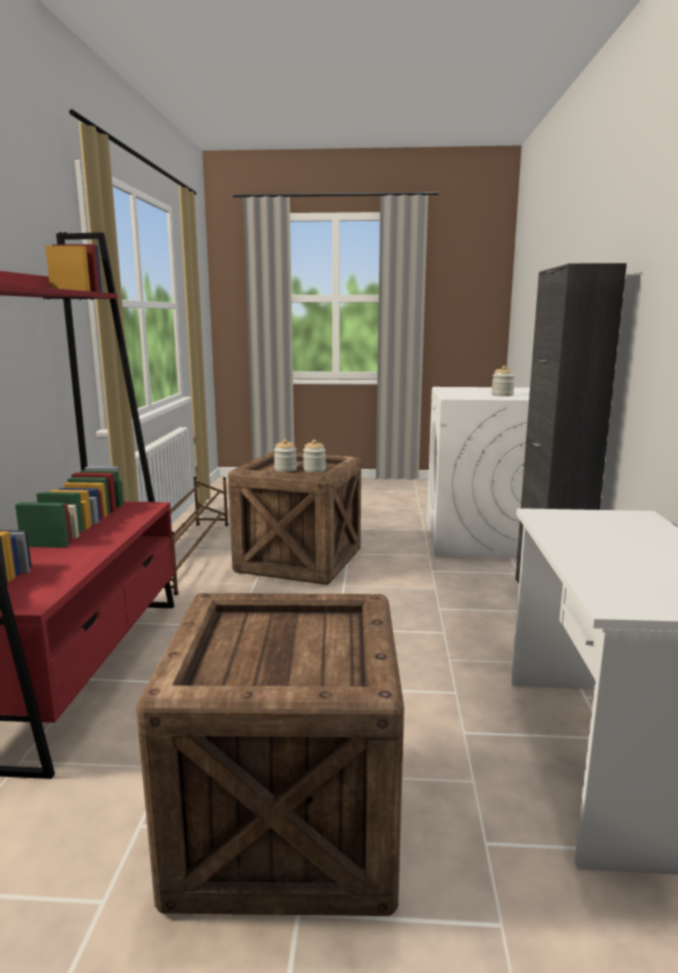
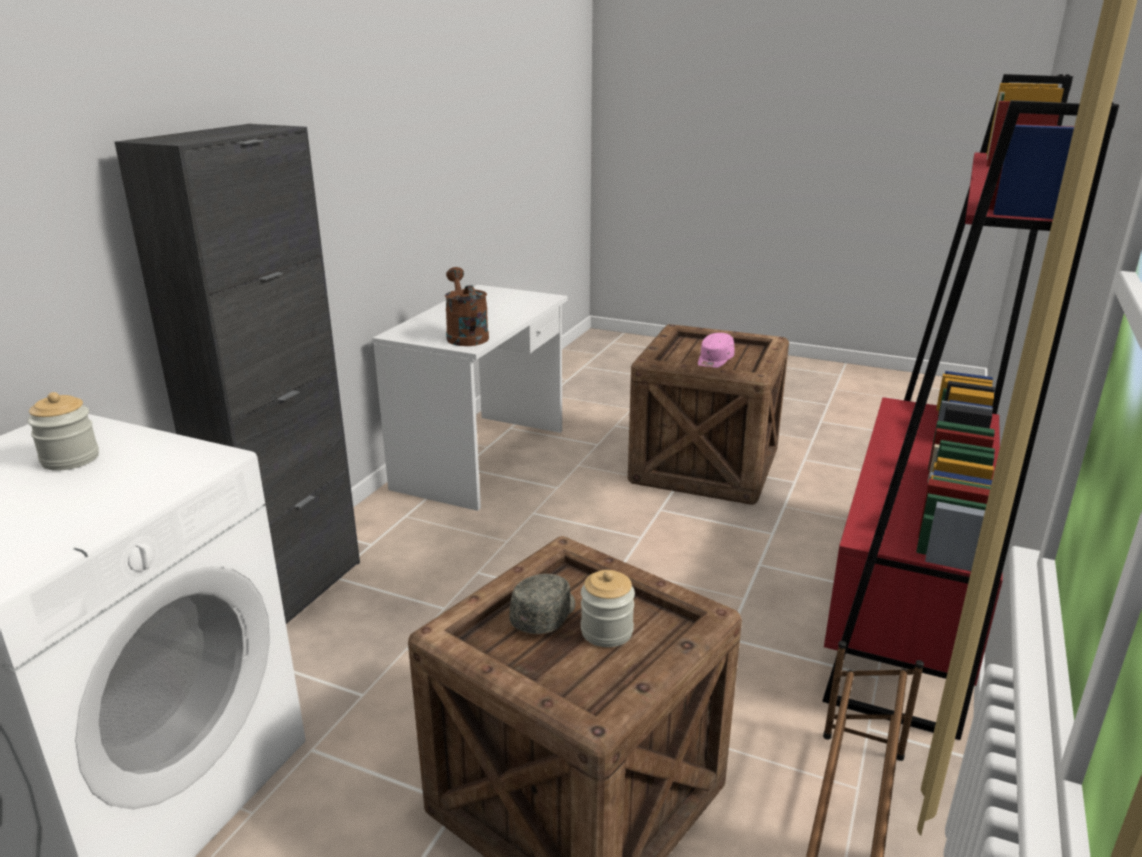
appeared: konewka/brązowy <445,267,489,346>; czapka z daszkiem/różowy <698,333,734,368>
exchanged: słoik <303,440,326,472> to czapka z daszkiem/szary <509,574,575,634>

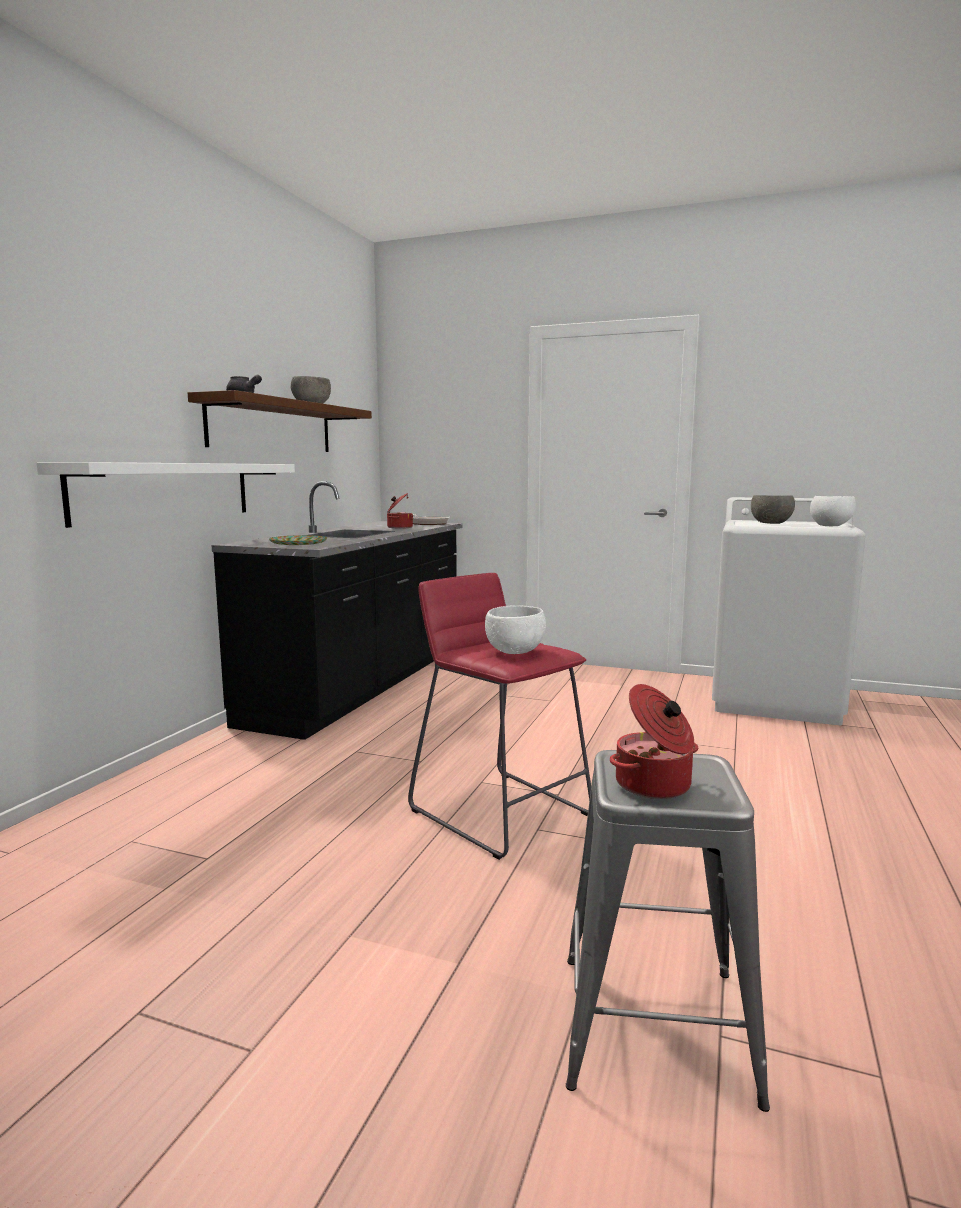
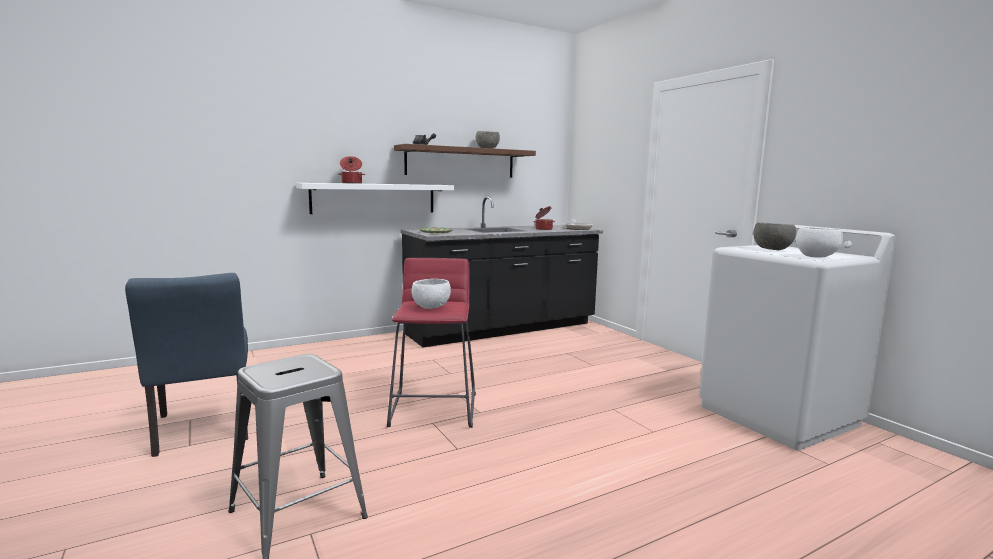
appeared: krzesło/niebieski <125,273,248,457>
relocated: garnek <610,684,699,799> to <338,156,365,184>

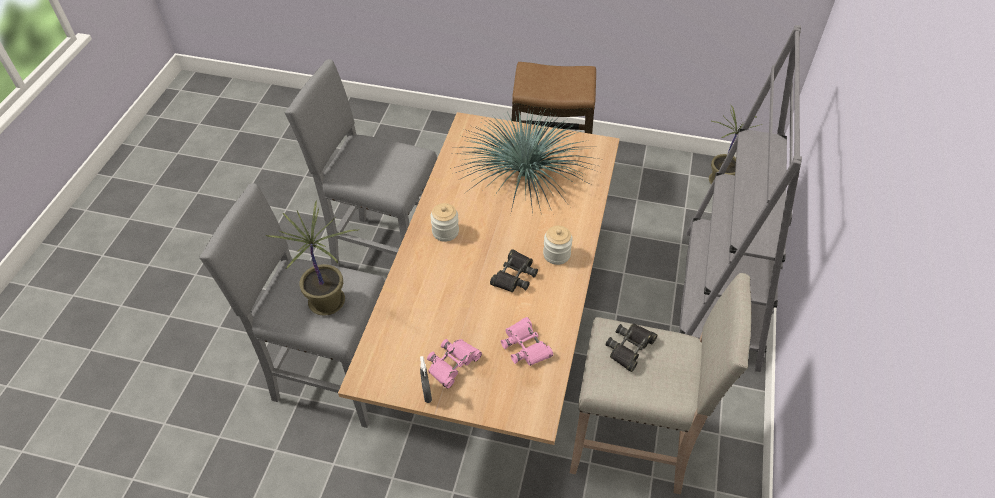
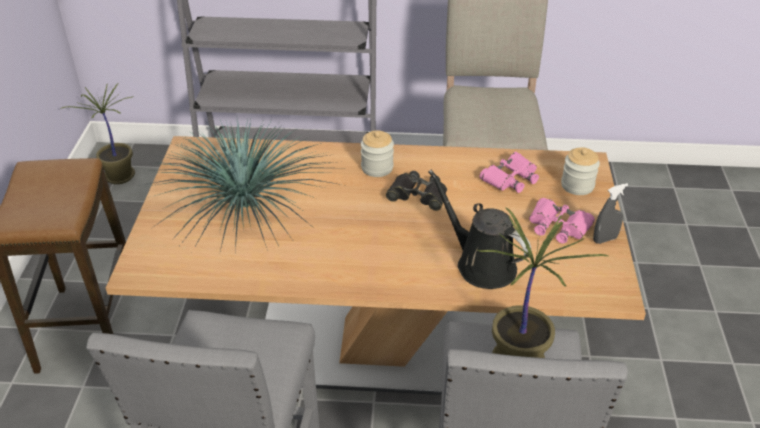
missing: lornetka/czarny <605,323,657,372>
appeared: konewka/czarny <428,170,531,289>
relocated: słoik <430,203,459,242> to <561,147,600,195>

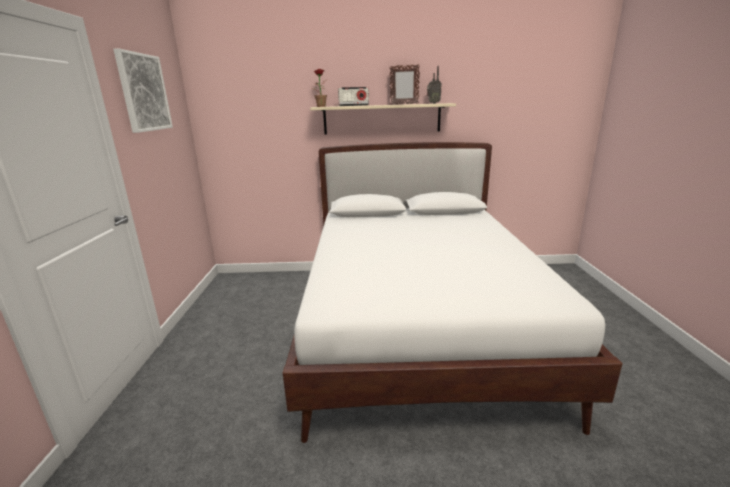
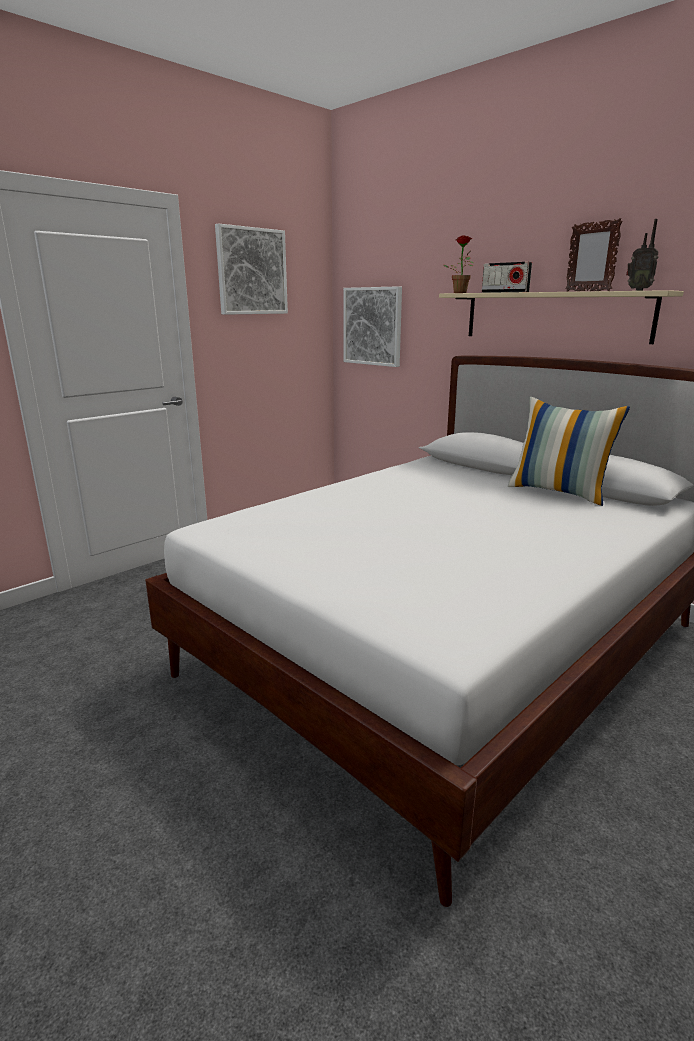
appeared: obraz <343,286,402,367>; poduszka <508,397,630,506>

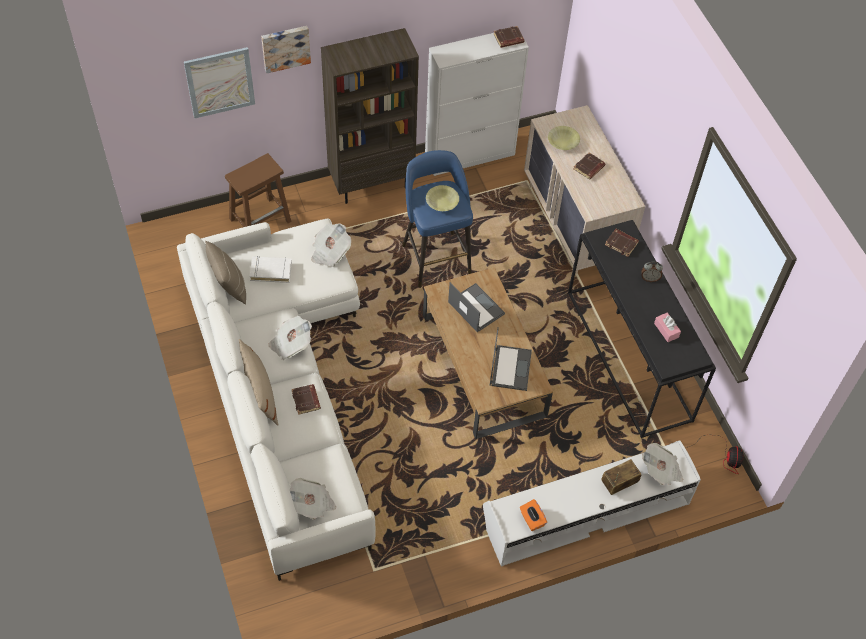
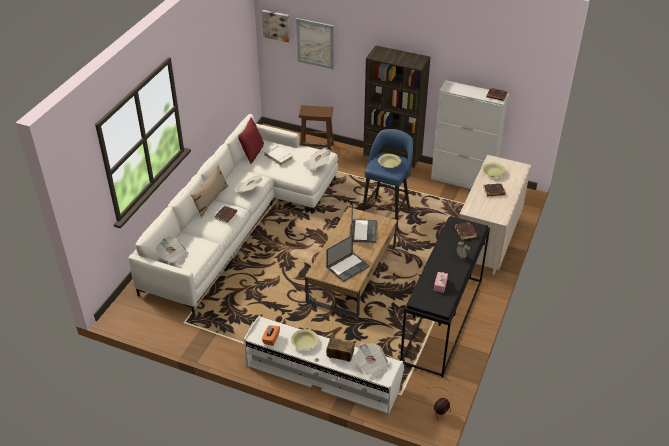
appeared: miska/żółty <291,329,318,350>
relocated: obraz <261,26,311,74> to <262,10,290,42>
colour: poduszka/beżowy <205,240,246,305> to poduszka/czerwony <238,118,264,164>

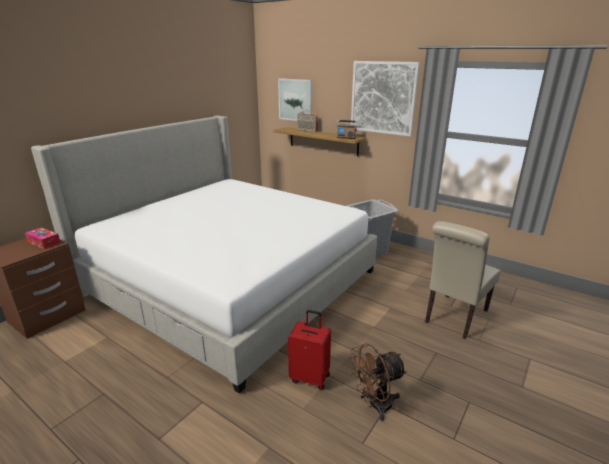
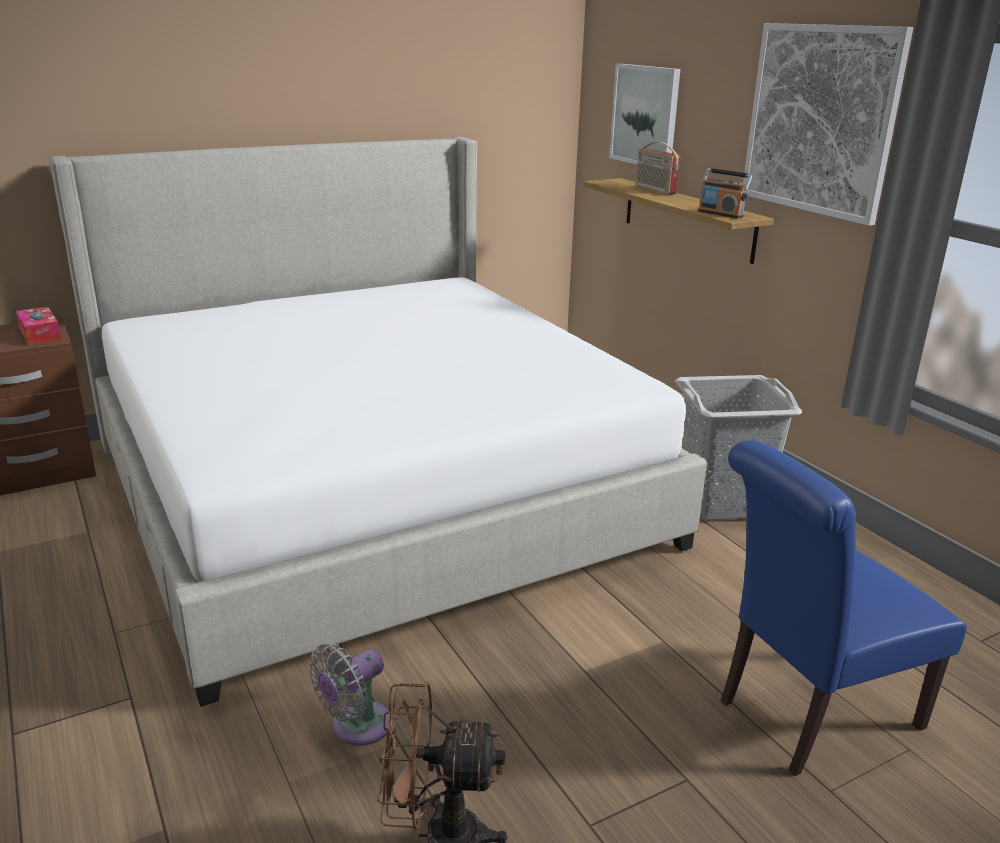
exchanged: walizka/czerwony <288,310,331,390> to wentylator/szary <309,643,392,746>
colour: krzesło/beżowy <425,221,501,339> to krzesło/niebieski <721,440,967,776>

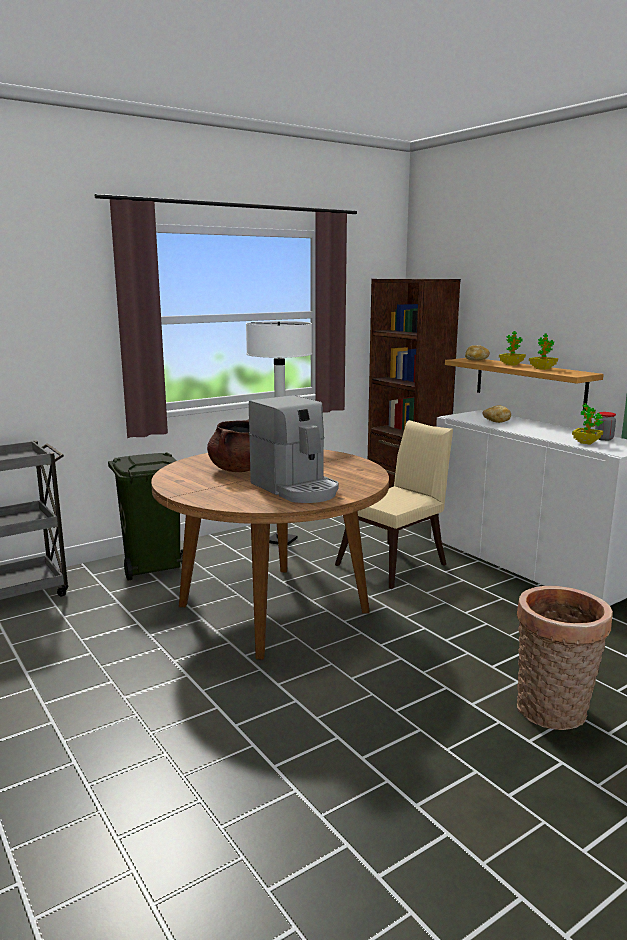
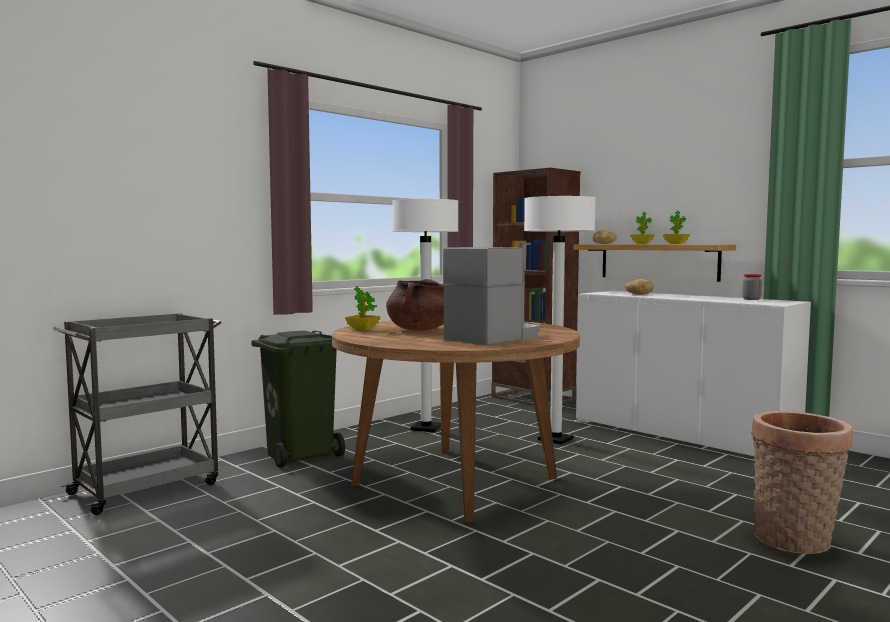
relocated: roślina doniczkowa <572,403,603,445> to <345,286,380,331>
exchanged: krzesło/beżowy <335,420,453,589> to lampa stojąca/biały <524,196,596,445>
spun: ekspres do kawy <249,395,339,503> = <443,247,540,345> 90 degrees counterclockwise

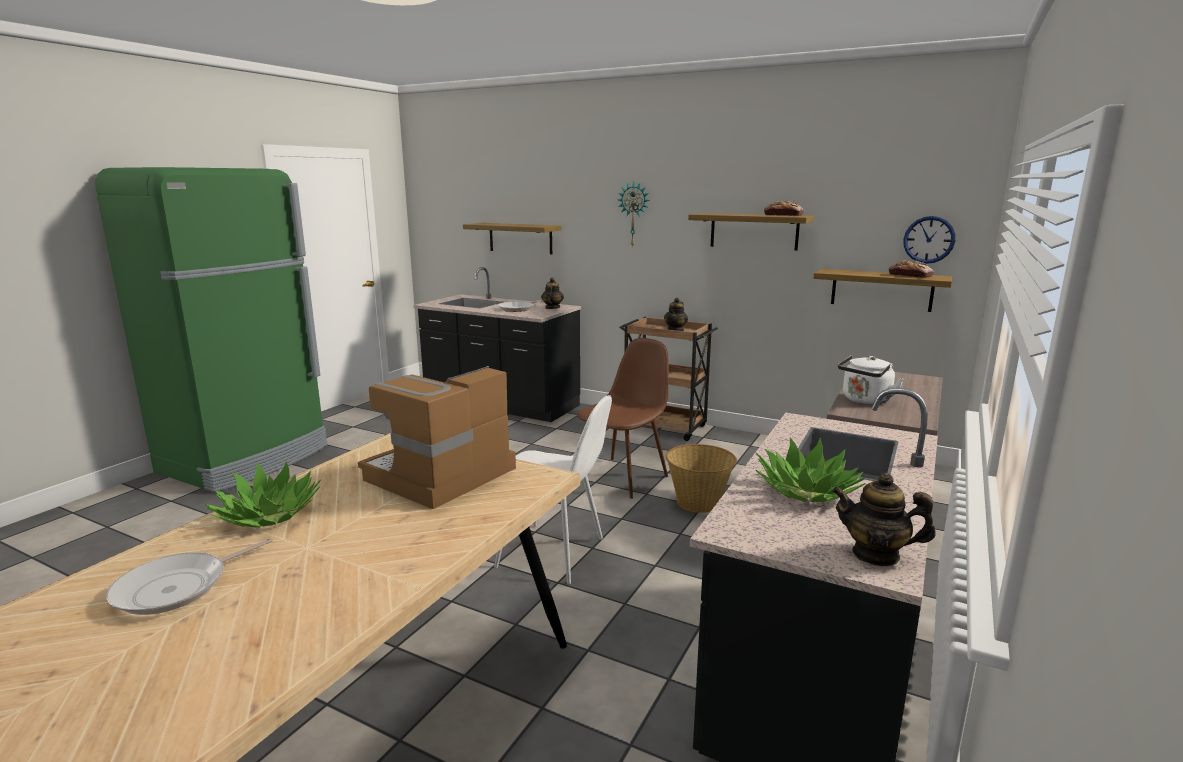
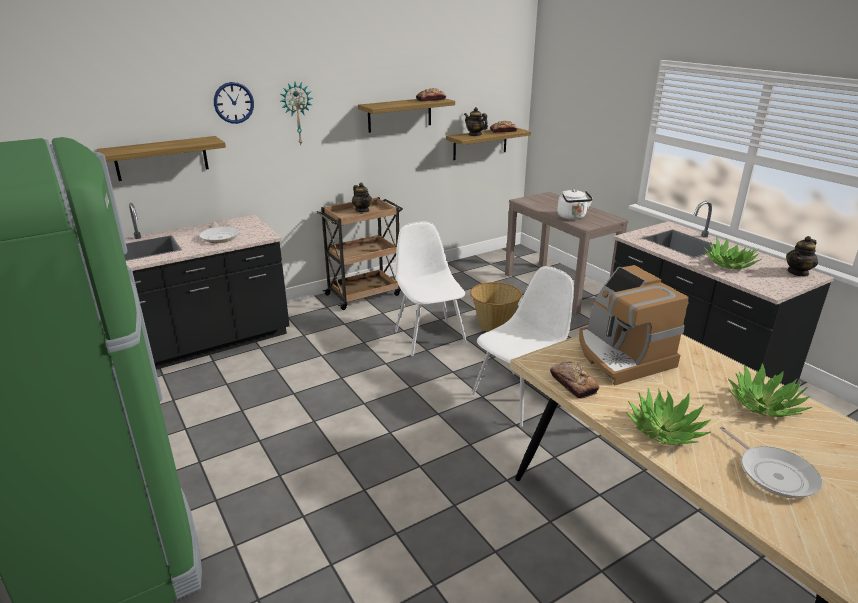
appeared: chleb <550,361,599,399>; roślina doniczkowa <728,363,812,417>
relocated: imbryk <541,278,564,309> to <464,107,488,136>; zegar ścienny <903,216,955,264> to <214,82,254,124>
colour: krzesło/brązowy <577,338,669,499> to krzesło/biały <395,221,468,356>

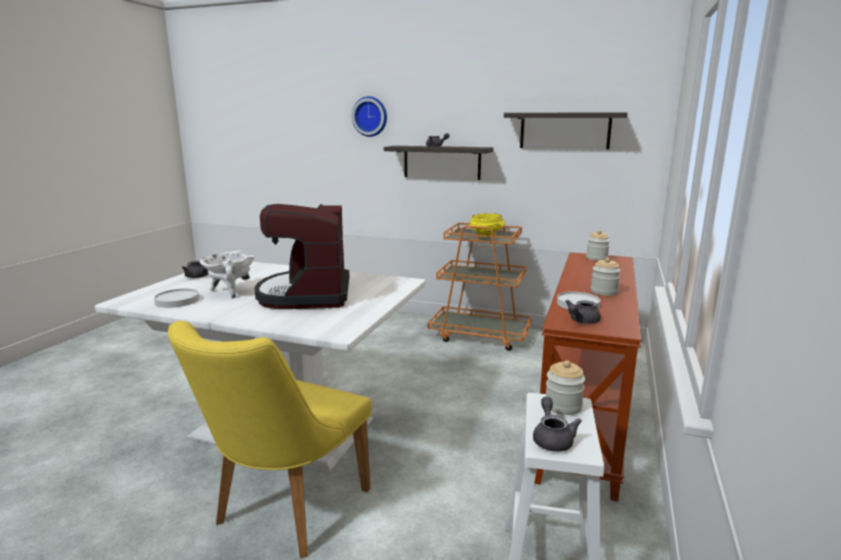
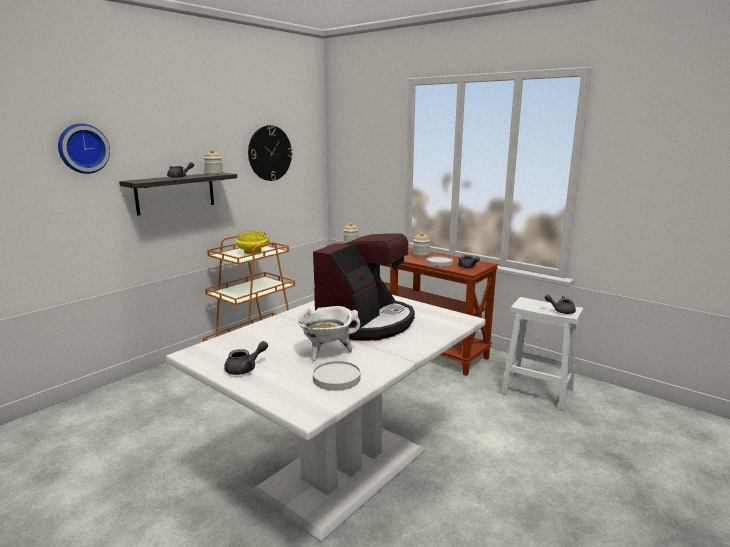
missing: krzesło/żółty <168,321,372,559>
relocated: słoik <545,360,585,415> to <204,150,223,175>
exchanged: półka <504,112,627,149> to zegar ścienny <248,125,293,181>
spun: ekspres do kawy <254,204,350,309> = <313,234,415,341> 75 degrees counterclockwise

